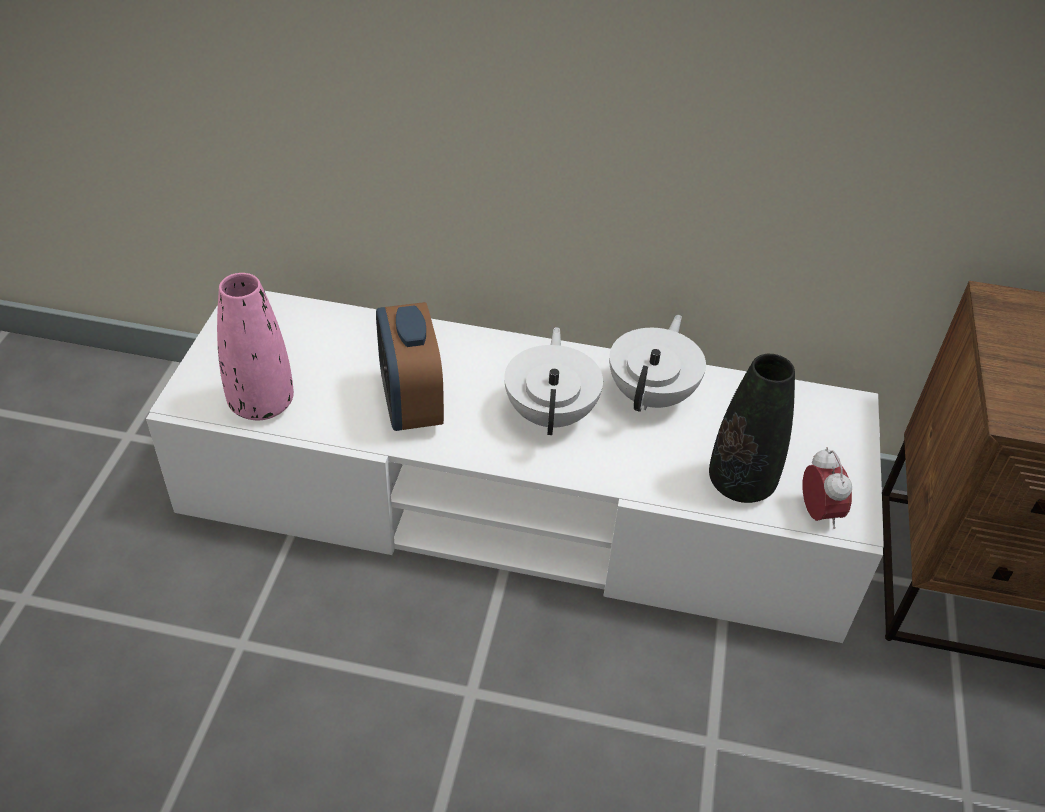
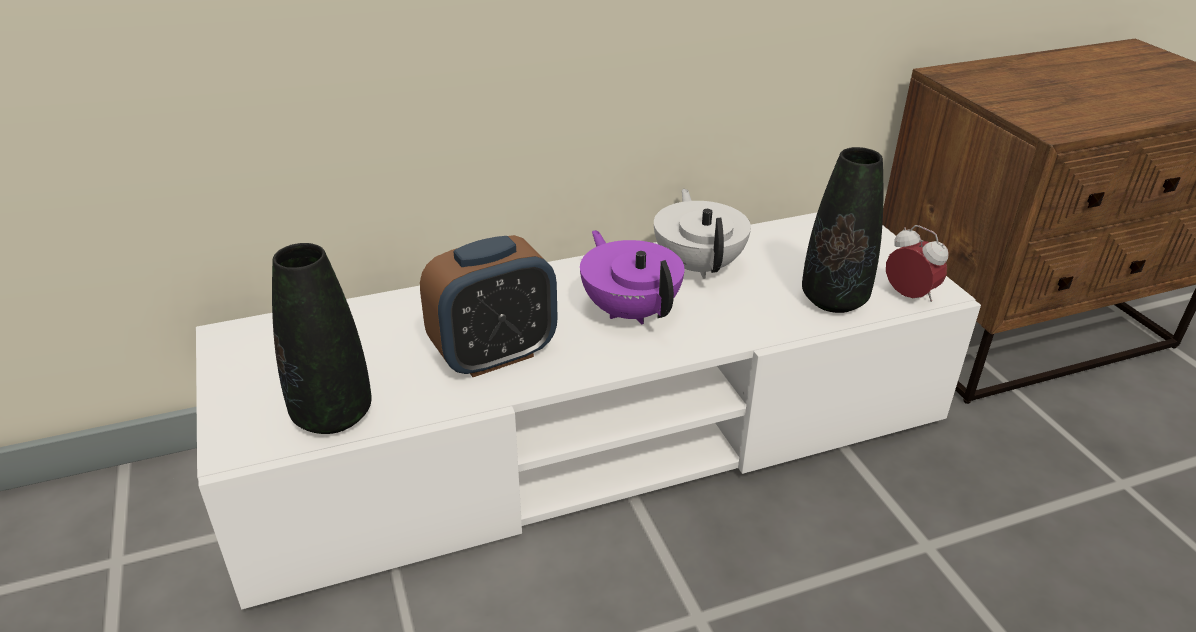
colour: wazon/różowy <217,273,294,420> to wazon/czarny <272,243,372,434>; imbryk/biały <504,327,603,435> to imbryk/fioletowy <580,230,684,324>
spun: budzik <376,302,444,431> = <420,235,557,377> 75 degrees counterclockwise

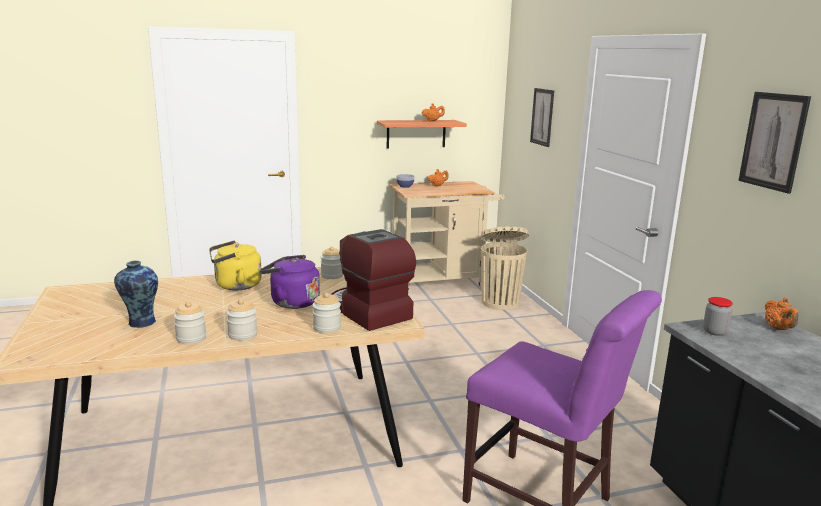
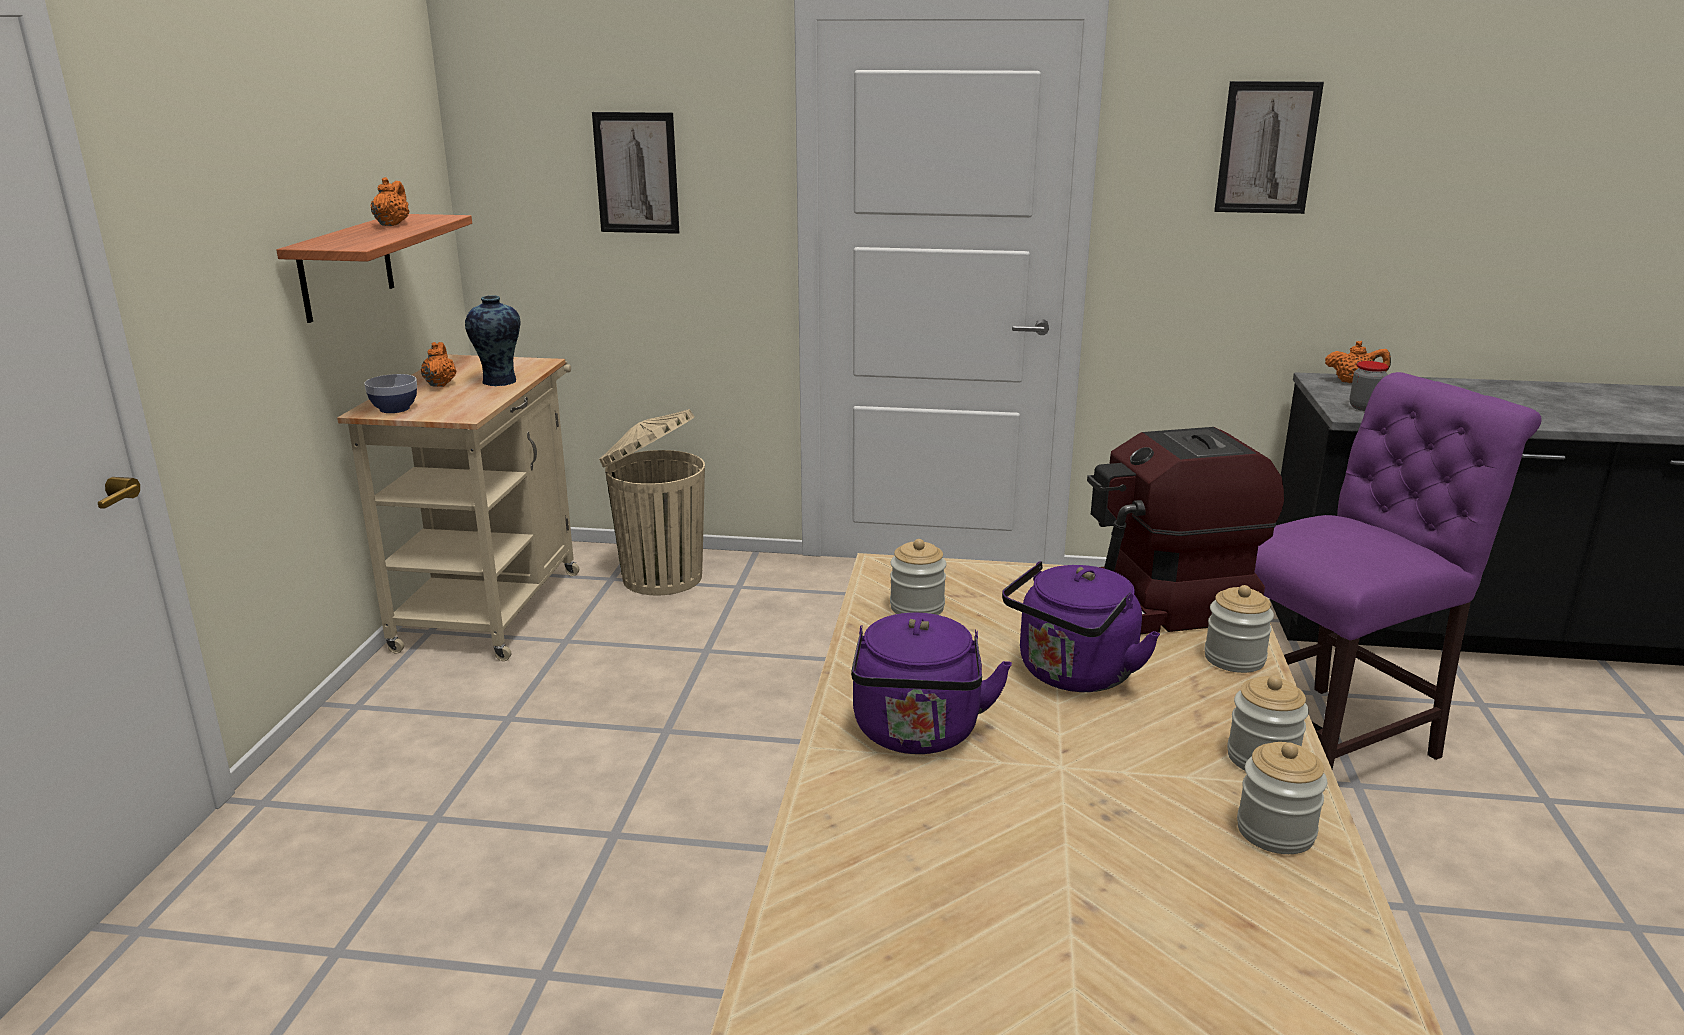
relocated: wazon <114,261,158,328> to <465,295,521,386>
colour: czajnik/żółty <209,240,262,291> to czajnik/fioletowy <851,613,1012,754>

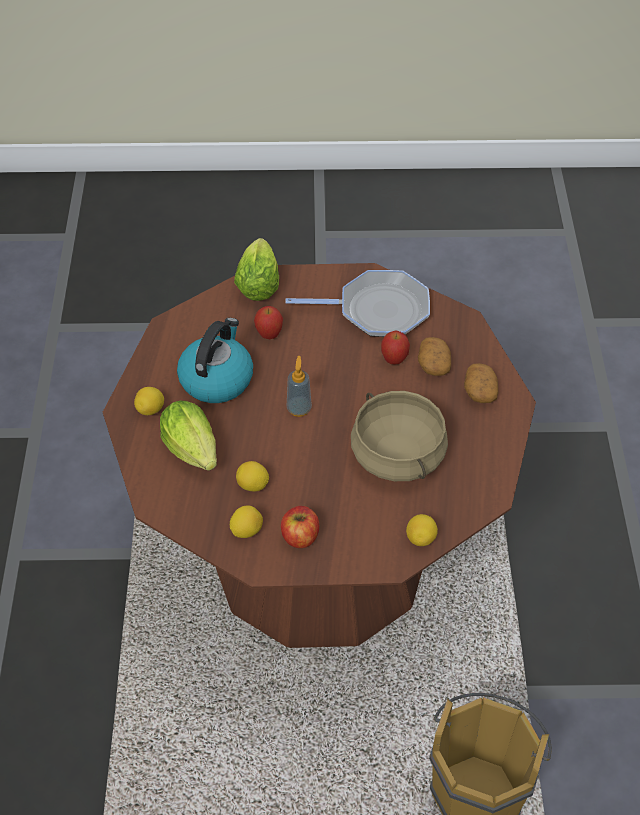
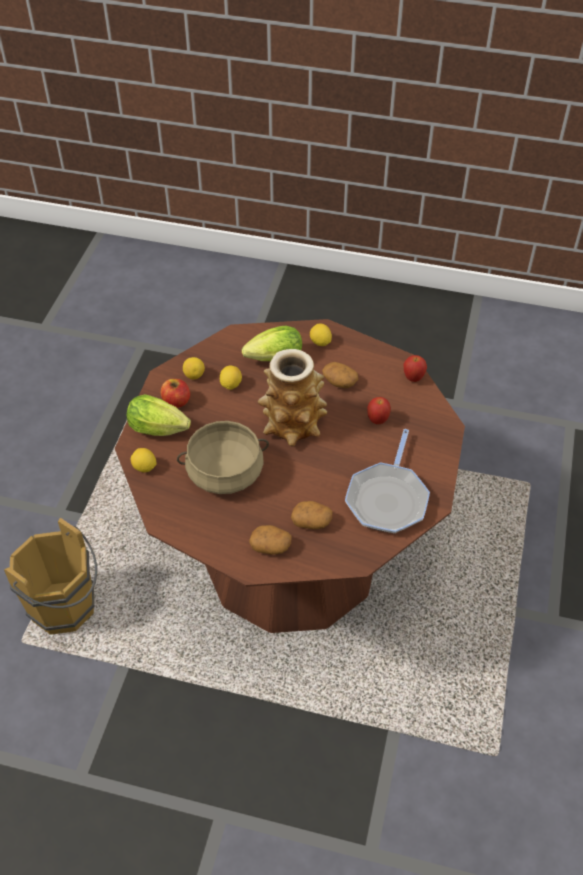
relocated: sałata <234,238,279,301> to <127,394,191,436>; jabłko <381,330,410,364> to <404,355,427,382>
exchanged: czajnik <177,318,253,403> to ziemniak <322,362,358,388>; dozownik mydła <287,356,312,417> to wazon <258,349,327,446>

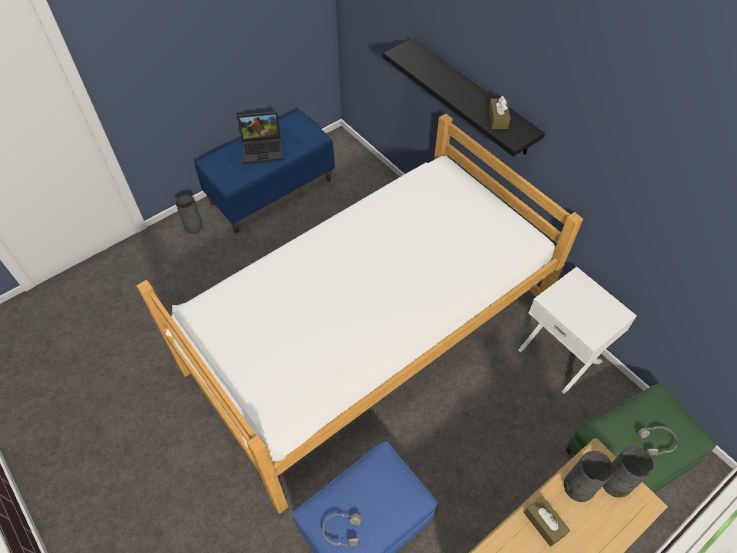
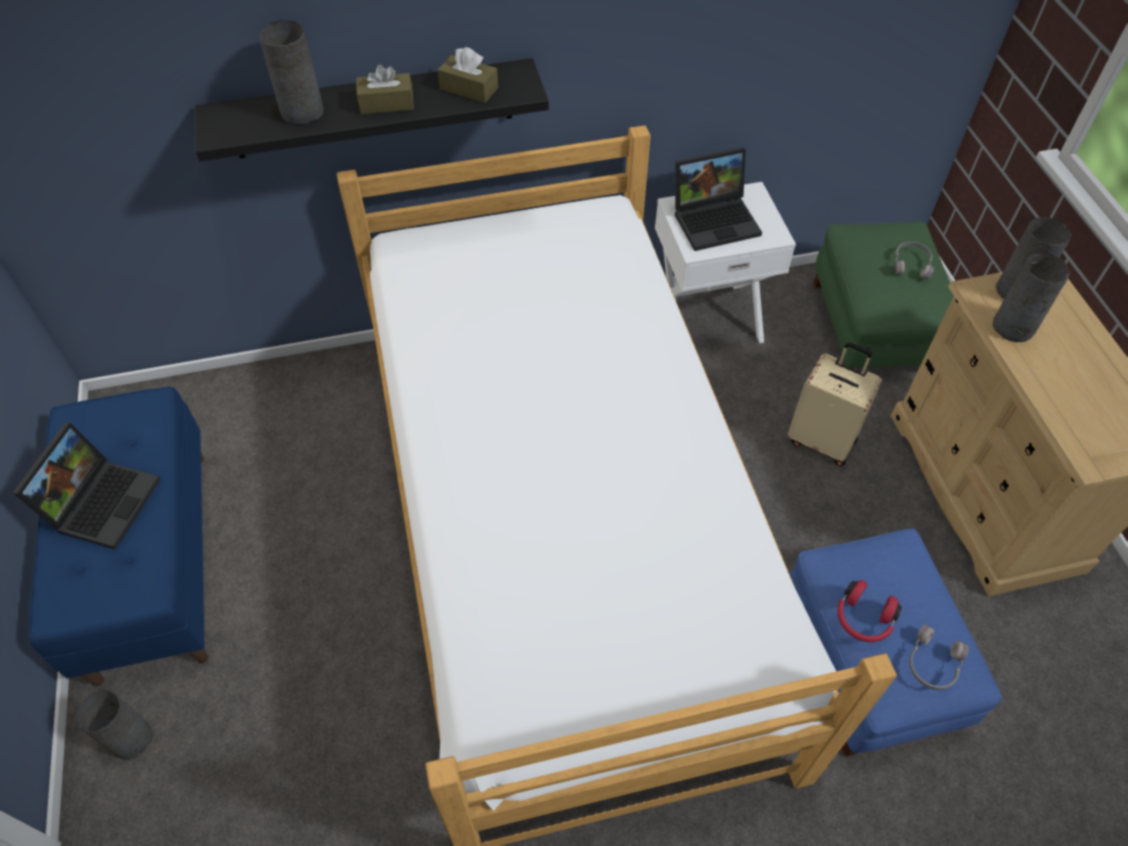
appeared: wazon/szary <260,21,324,125>; laptop <675,147,762,251>; walizka/beżowy <788,342,882,466>; słuchawki/czerwony <837,580,902,642>
relocated: pudełko chusteczek/brązowy <524,496,570,547> to <356,65,414,114>

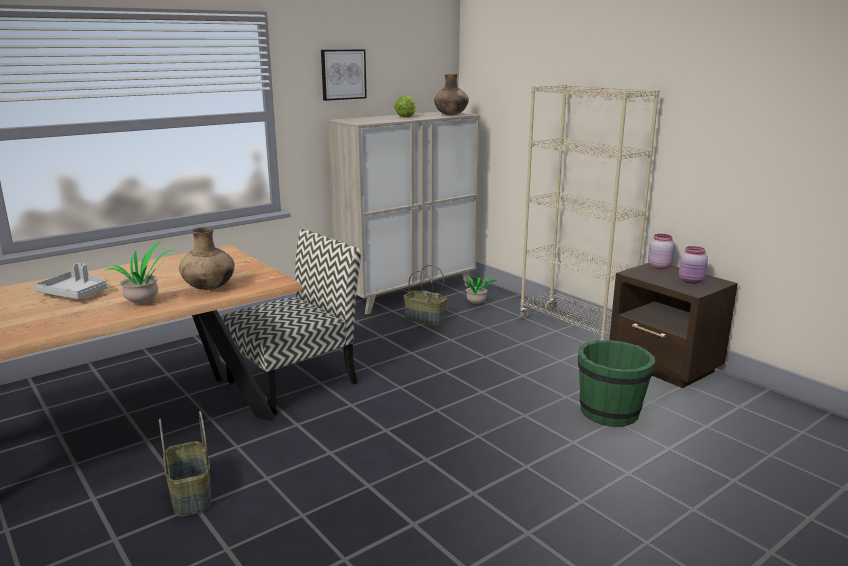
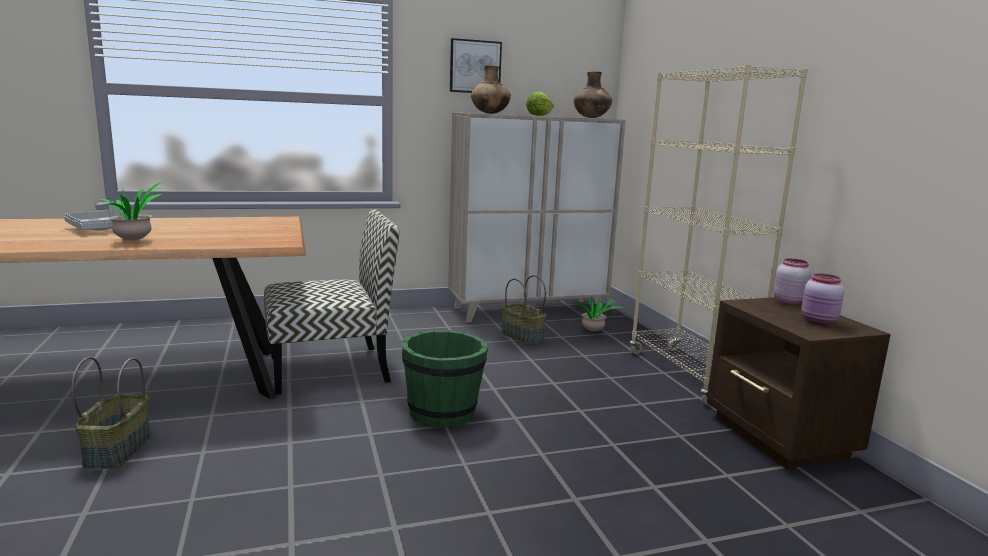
relocated: wazon/brązowy <179,227,234,290> to <471,65,511,114>; wiadro/zielony <578,340,655,427> to <402,330,488,428>

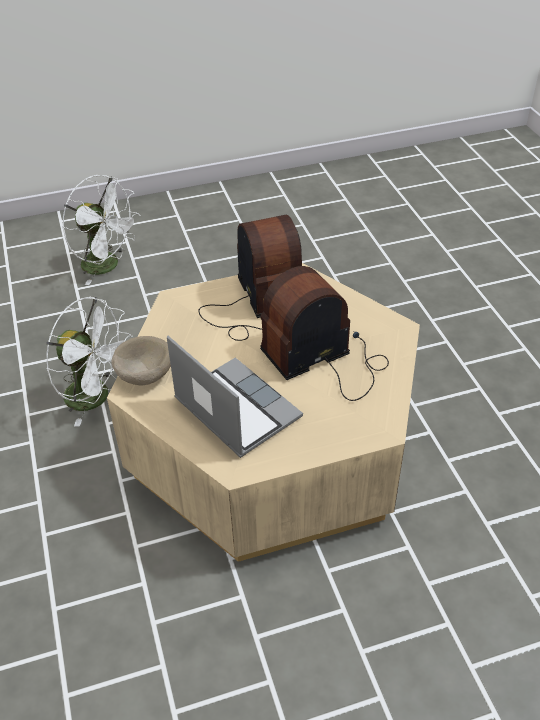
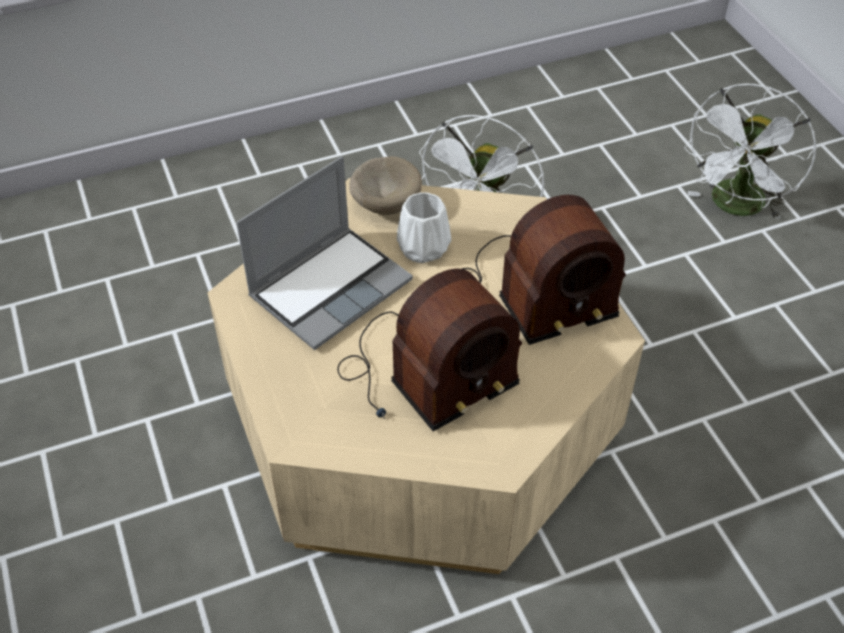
appeared: wazon/biały <397,192,451,263>
spun: radio <260,266,389,401> = <337,269,522,431> 90 degrees clockwise

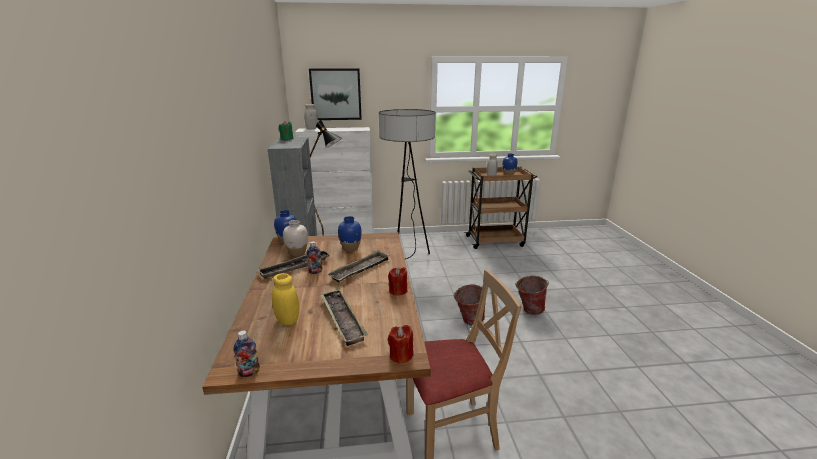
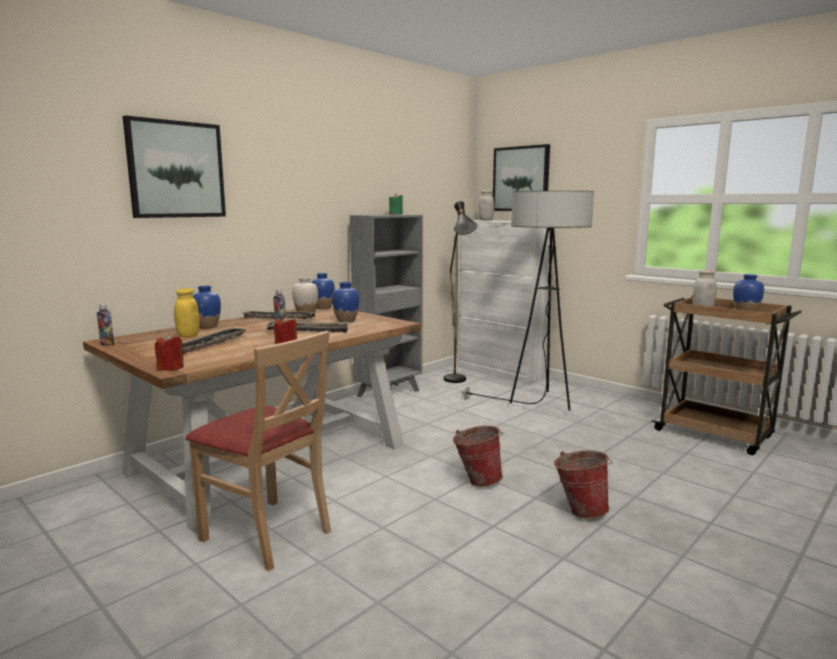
appeared: obraz <123,115,226,218>; wazon/niebieski <193,286,221,328>

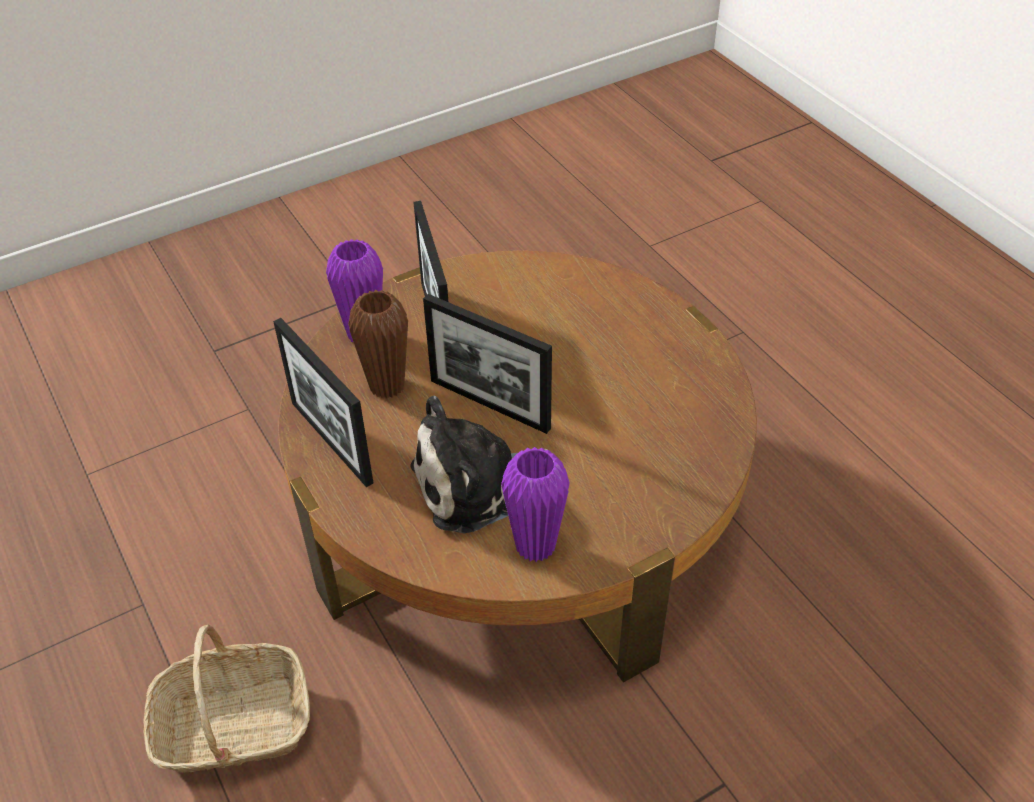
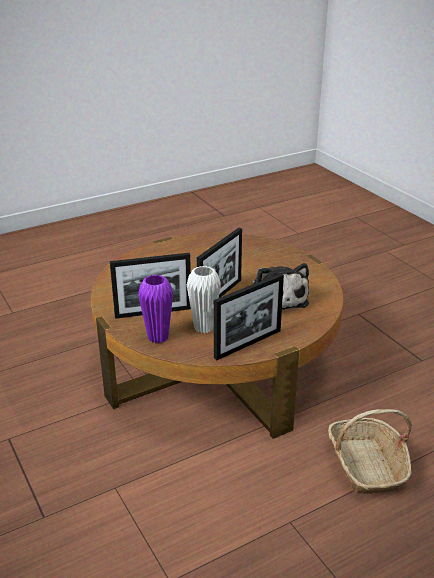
missing: wazon/fioletowy <501,447,570,562>
colour: wazon/brązowy <348,290,408,398> to wazon/biały <187,266,221,333>

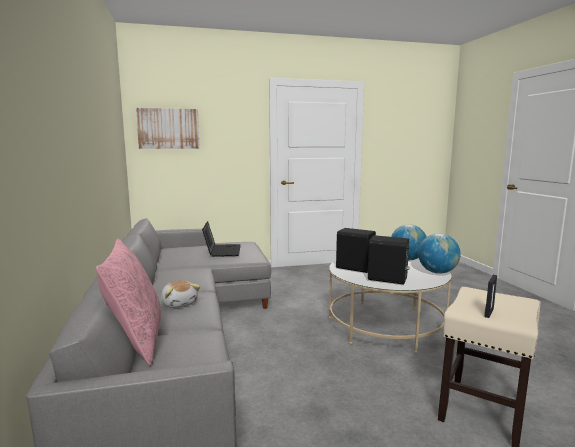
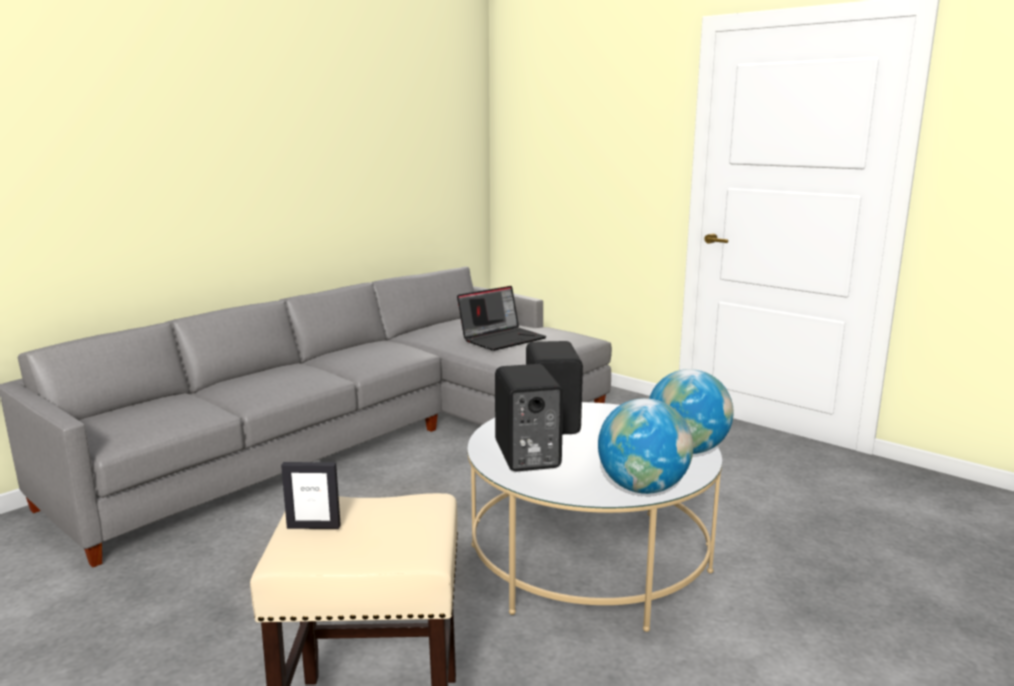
missing: poduszka/różowy <96,239,161,366>; obraz <136,108,200,149>; pluszak <161,280,200,308>

